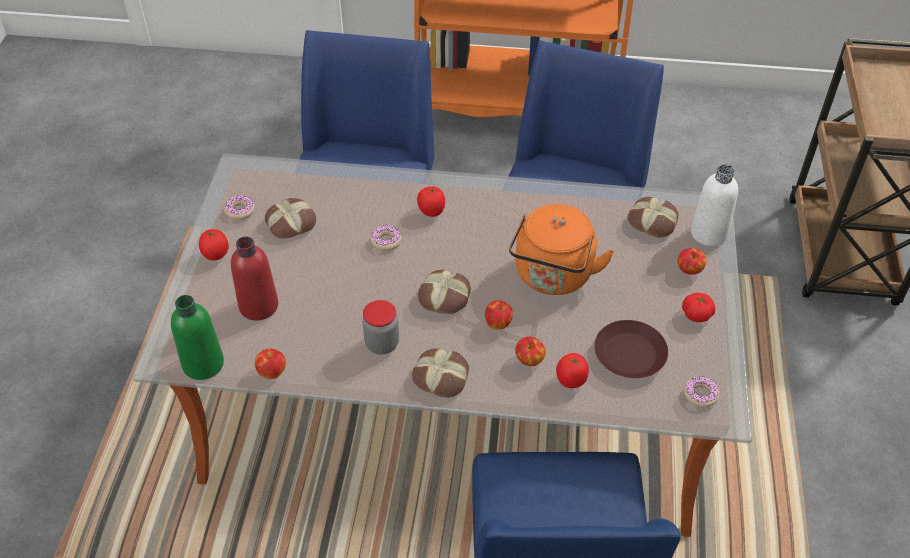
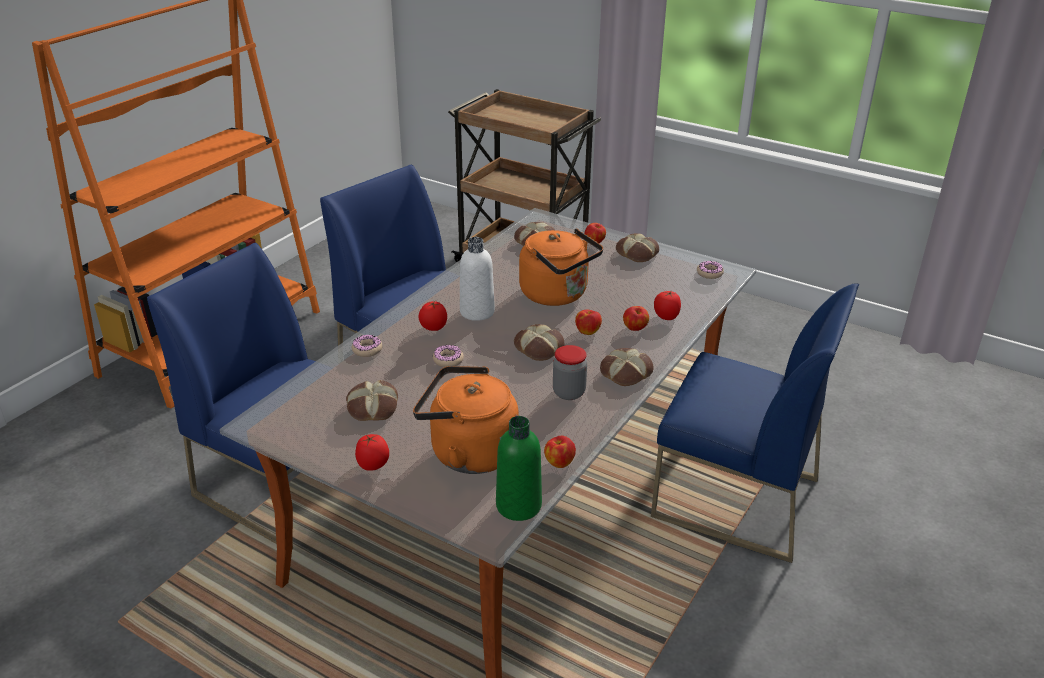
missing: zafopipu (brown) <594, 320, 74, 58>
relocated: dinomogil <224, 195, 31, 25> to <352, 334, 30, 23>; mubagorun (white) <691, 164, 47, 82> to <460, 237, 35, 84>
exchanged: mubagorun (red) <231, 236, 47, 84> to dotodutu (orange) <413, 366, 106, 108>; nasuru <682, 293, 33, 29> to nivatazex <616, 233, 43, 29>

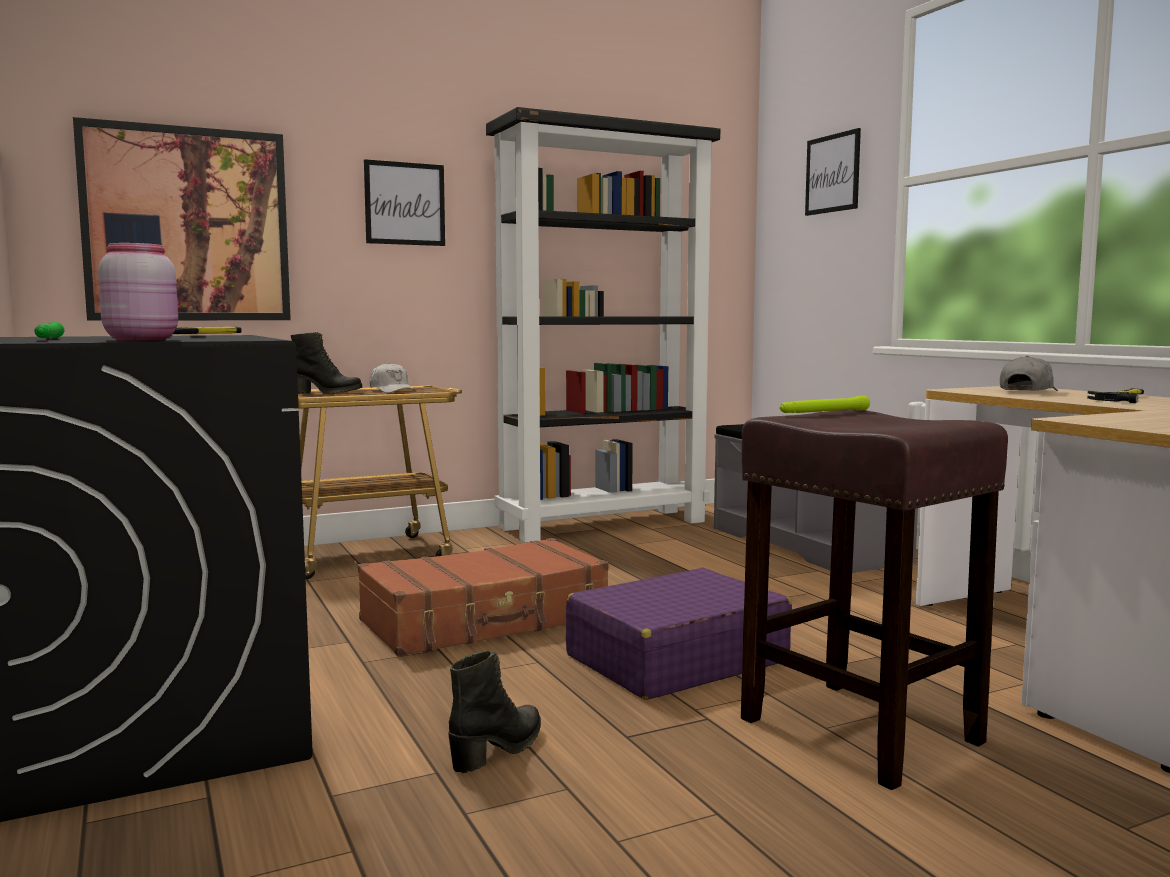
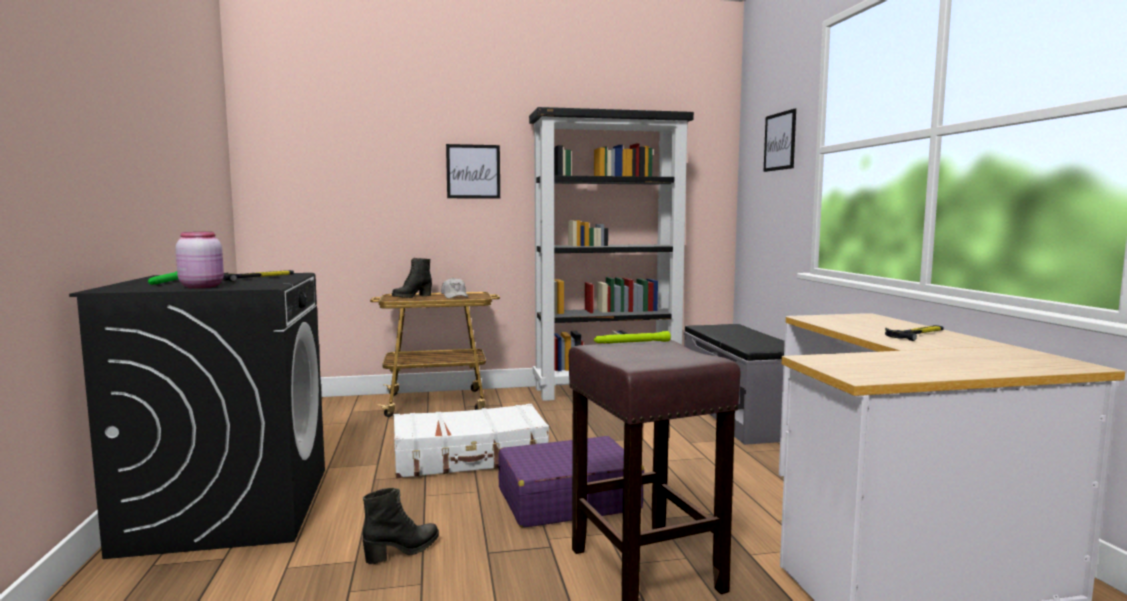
missing: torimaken <73, 117, 218, 204>; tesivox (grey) <1000, 356, 58, 35>
colour: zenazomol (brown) <358, 538, 251, 119> to zenazomol (white) <393, 404, 156, 74>
spun: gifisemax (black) <291, 332, 71, 62> = <392, 258, 40, 40> 120 degrees clockwise

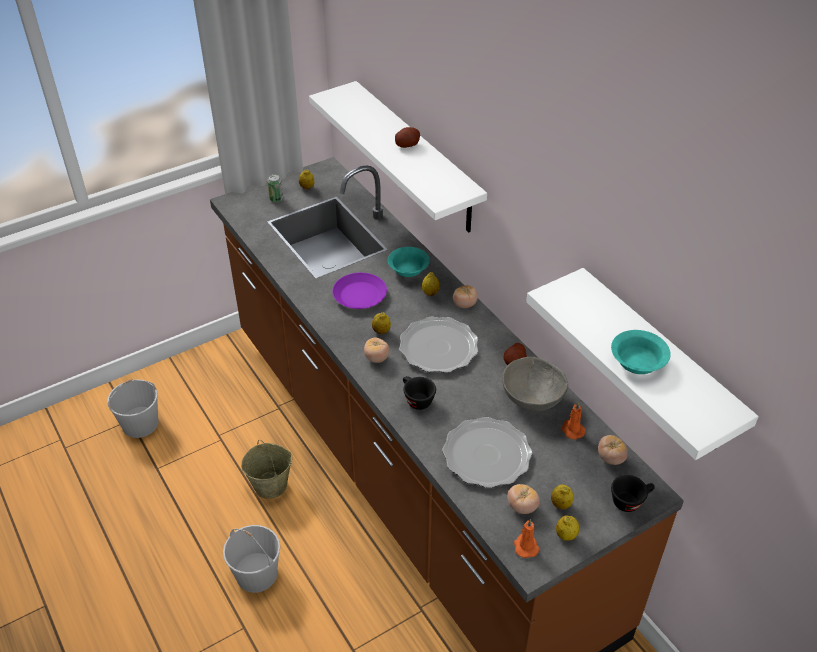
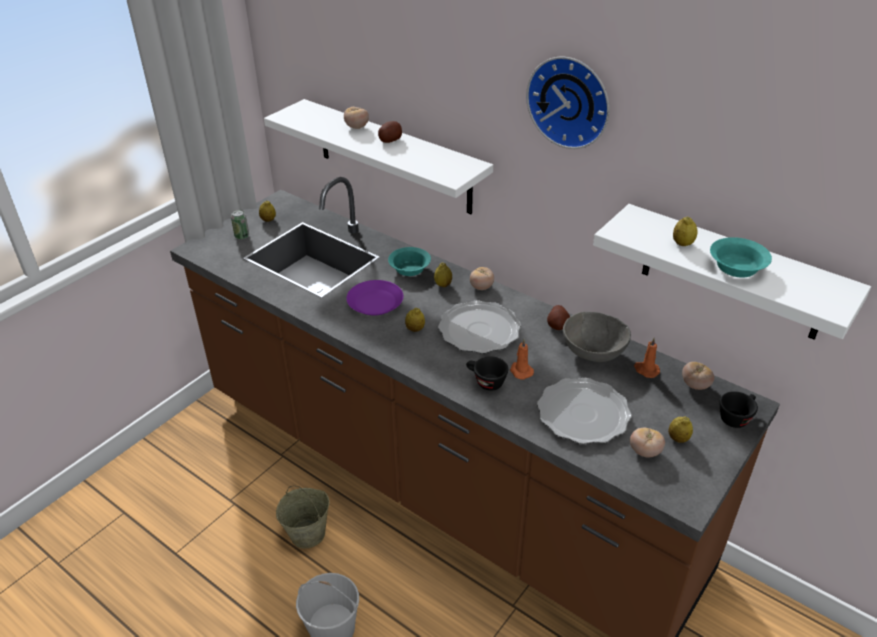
missing: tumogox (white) <107, 380, 52, 58>
appeared: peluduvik <526, 57, 83, 92>
relocated: nasuru <364, 337, 26, 26> to <344, 107, 25, 22>; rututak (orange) <514, 519, 25, 39> to <510, 340, 24, 40>; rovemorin <556, 515, 23, 26> to <673, 217, 25, 29>

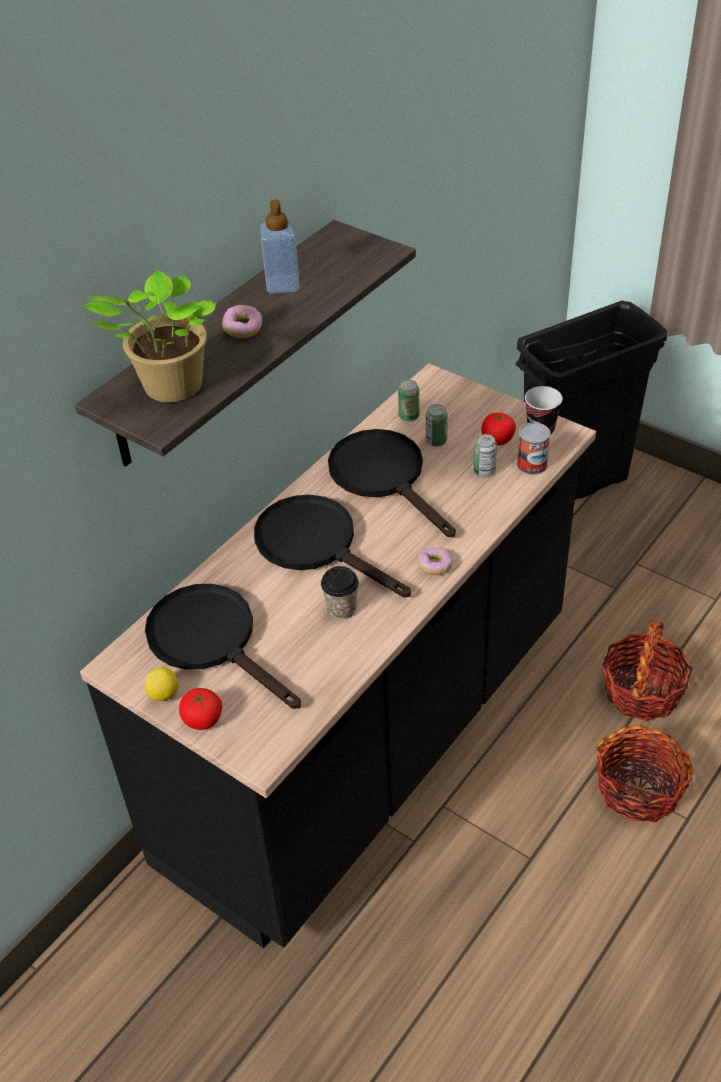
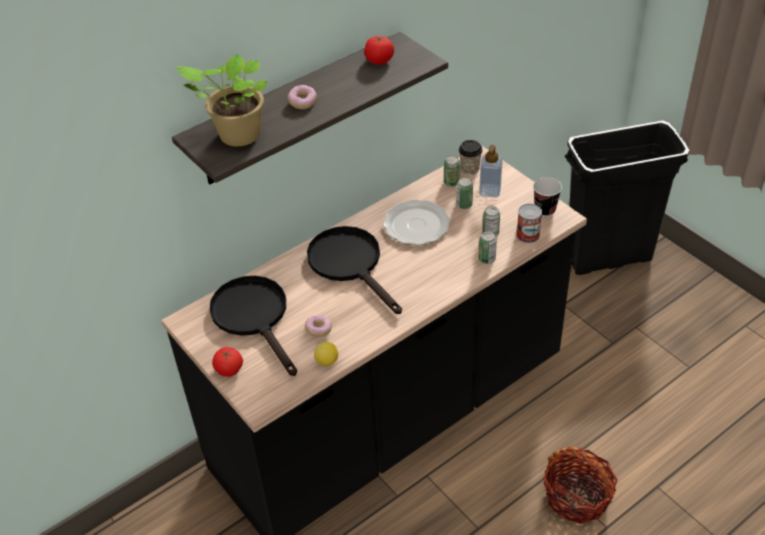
missing: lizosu <602, 622, 91, 99>
appeared: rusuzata <479, 231, 18, 33>
relocated: rovemorin <145, 667, 34, 34> to <314, 342, 24, 24>; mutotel <261, 199, 39, 95> to <479, 145, 24, 53>; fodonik <321, 566, 38, 54> to <459, 140, 24, 35>; dinomogil <417, 548, 36, 27> to <305, 315, 27, 22>; nasuru <482, 412, 34, 33> to <364, 36, 30, 28>
exchanged: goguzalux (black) <328, 429, 128, 108> to zafopipu <383, 200, 67, 45>

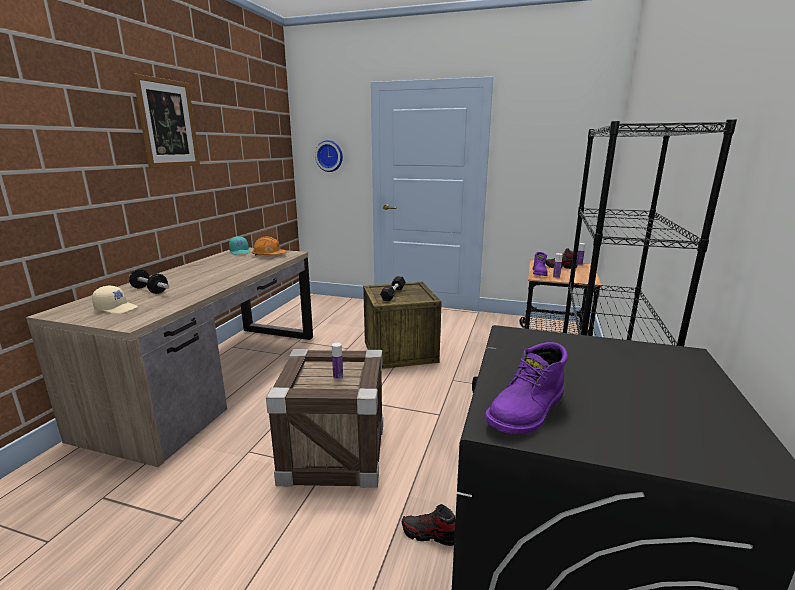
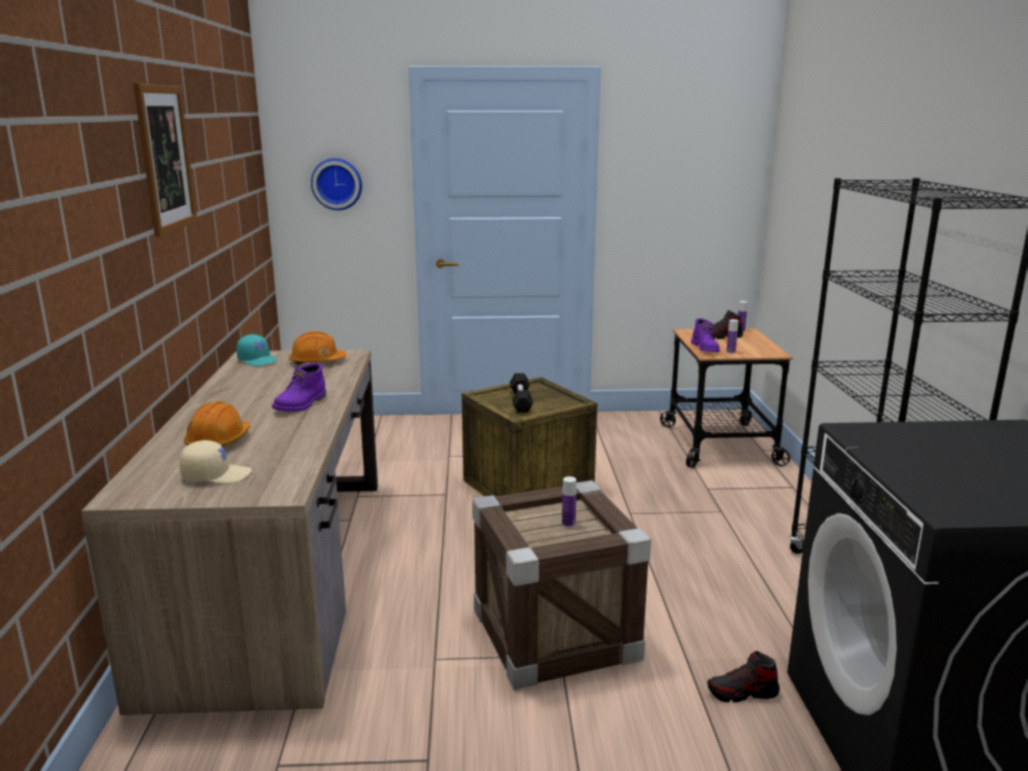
relocated: gifisemax (purple) <485, 342, 83, 92> to <272, 363, 54, 49>
exchanged: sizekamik <129, 269, 40, 25> to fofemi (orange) <184, 401, 66, 46>

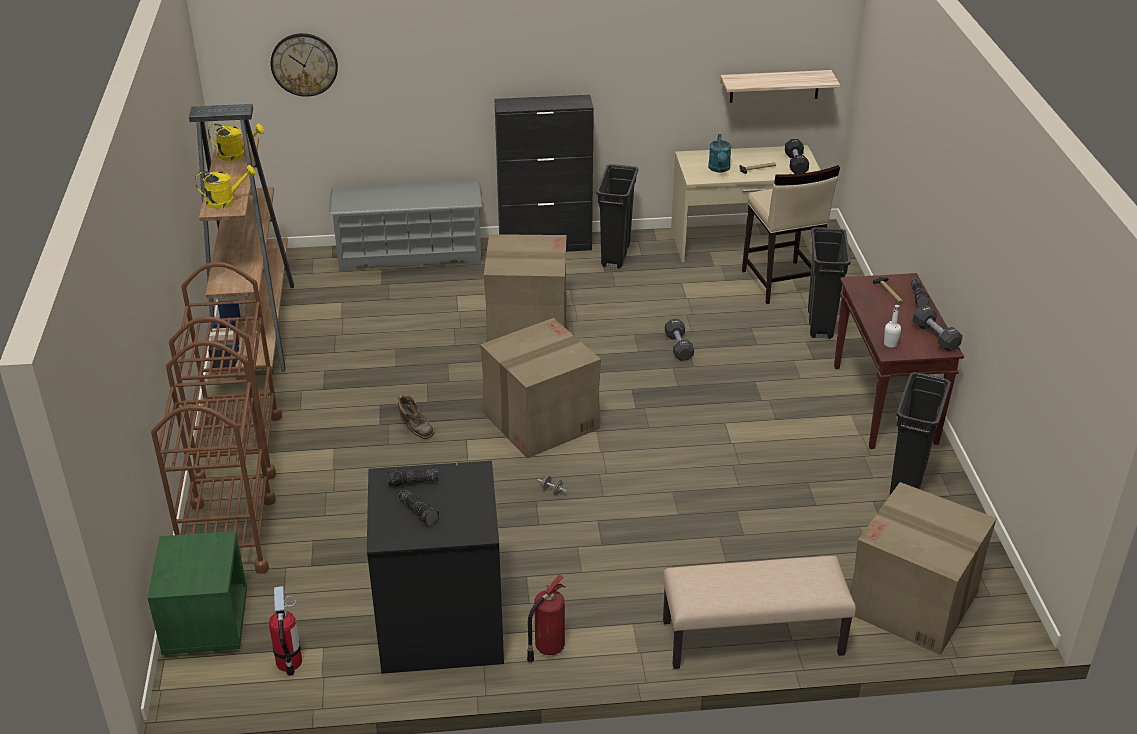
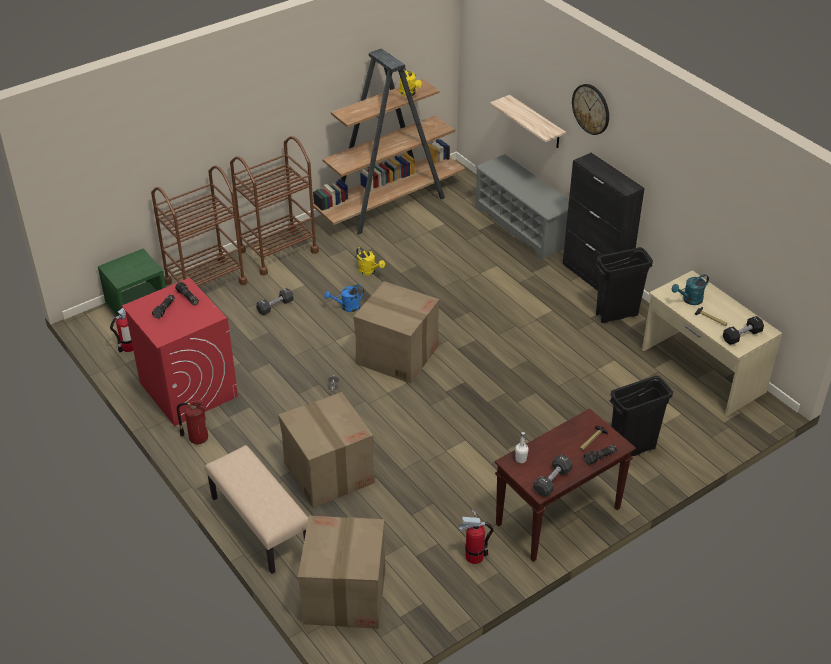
missing: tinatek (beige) <742, 165, 98, 139>
relocated: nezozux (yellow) <195, 165, 61, 44> to <356, 247, 29, 28>; peluduvik <271, 33, 67, 64> to <572, 84, 37, 51>; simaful <484, 234, 83, 108> to <278, 392, 97, 116>; sizekamik (black) <665, 319, 29, 42> to <256, 288, 37, 27>; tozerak <720, 70, 120, 33> to <490, 95, 76, 53>
exchanged: gifisemax (brown) <398, 395, 37, 44> to nezozux (blue) <325, 284, 39, 28>; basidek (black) <890, 372, 61, 123> to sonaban <459, 509, 35, 55>
colour: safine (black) <367, 461, 137, 213> to safine (red) <122, 278, 116, 148>

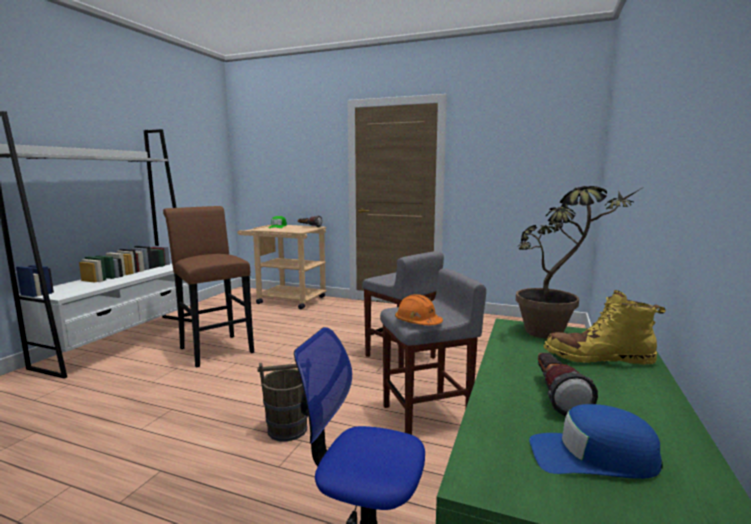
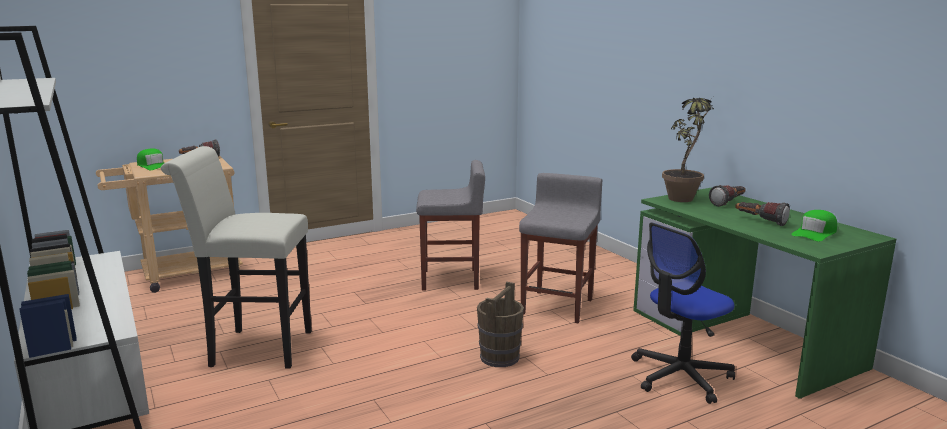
missing: fofemi (orange) <395, 294, 48, 31>
exchanged: gifisemax (yellow) <543, 290, 123, 75> to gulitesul <709, 185, 37, 22>
colour: tinatek (brown) <163, 206, 91, 162> to tinatek (white) <161, 146, 151, 223>; tesivox (blue) <529, 404, 134, 75> to tesivox (green) <791, 210, 46, 31>

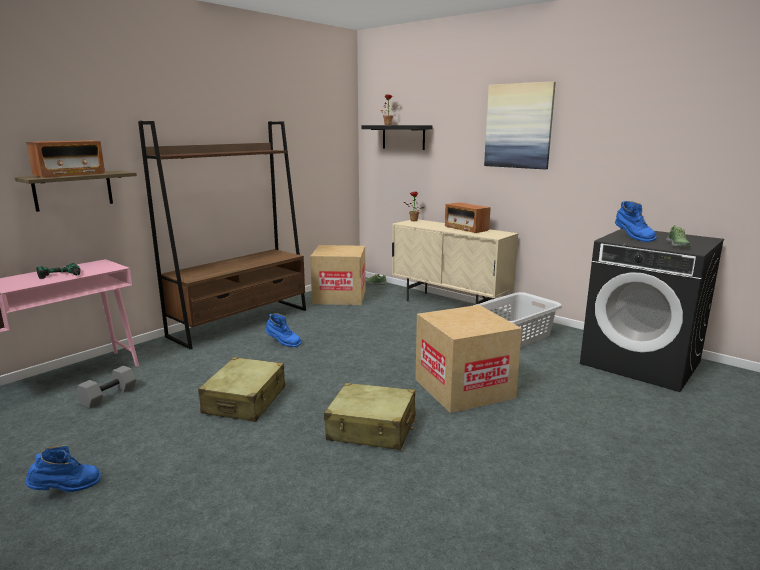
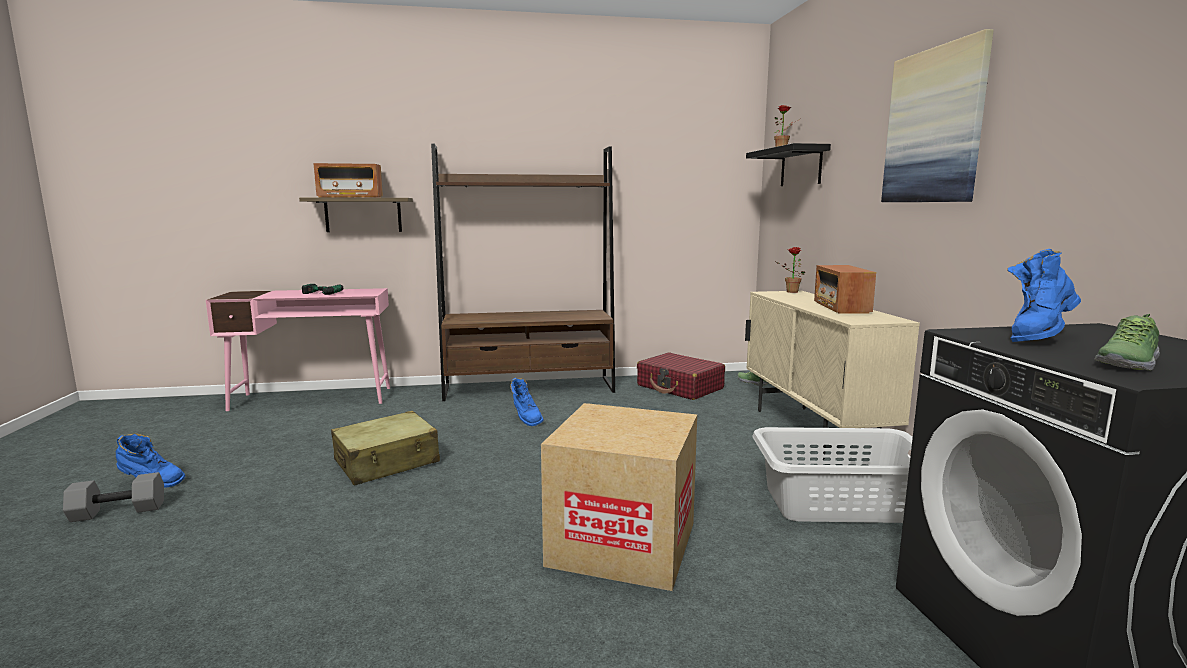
missing: zenazomol (beige) <324, 383, 92, 67>
relocated: sizekamik (grey) <76, 366, 60, 43> to <63, 472, 101, 50>
exchanged: simaful <310, 245, 56, 60> to zenazomol (red) <637, 352, 88, 48>
spun: gifisemax (blue) <615, 200, 42, 42> = <1007, 249, 74, 93> 45 degrees clockwise

